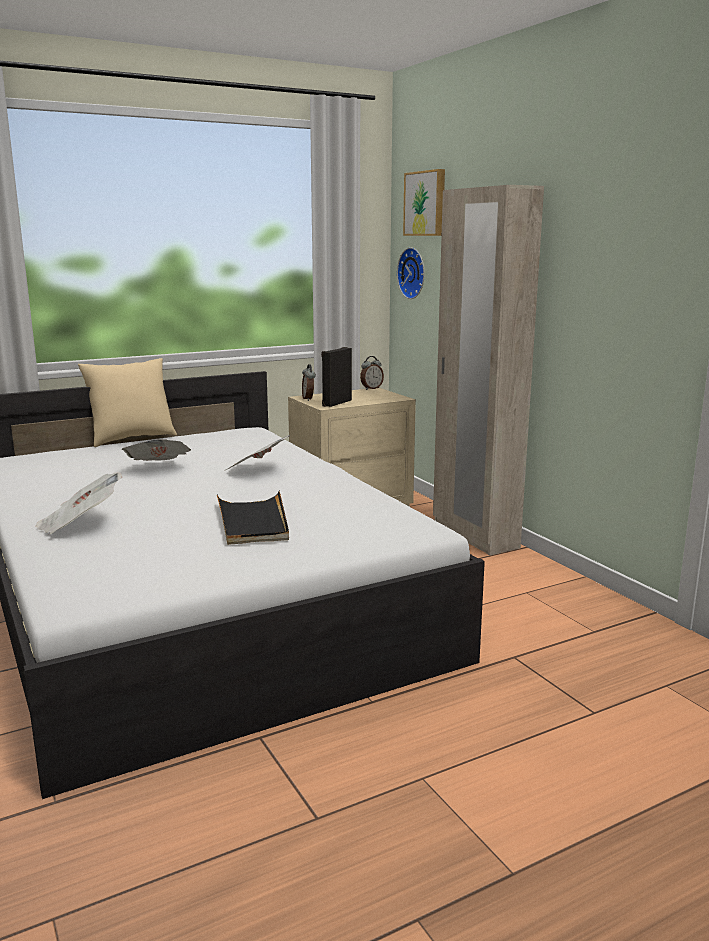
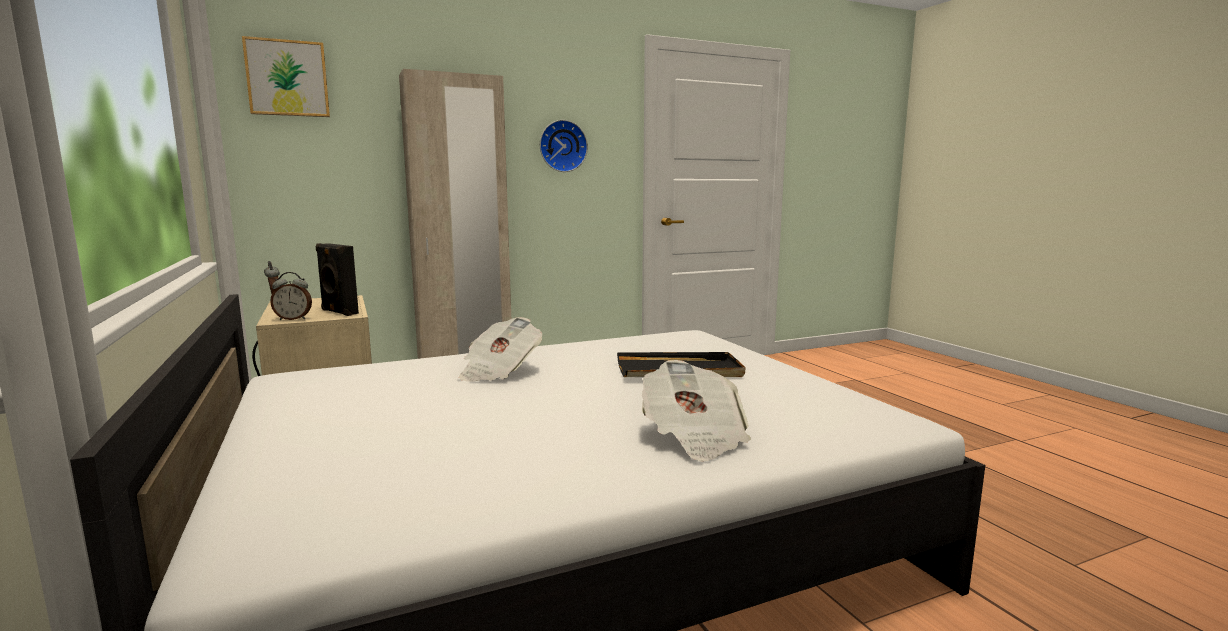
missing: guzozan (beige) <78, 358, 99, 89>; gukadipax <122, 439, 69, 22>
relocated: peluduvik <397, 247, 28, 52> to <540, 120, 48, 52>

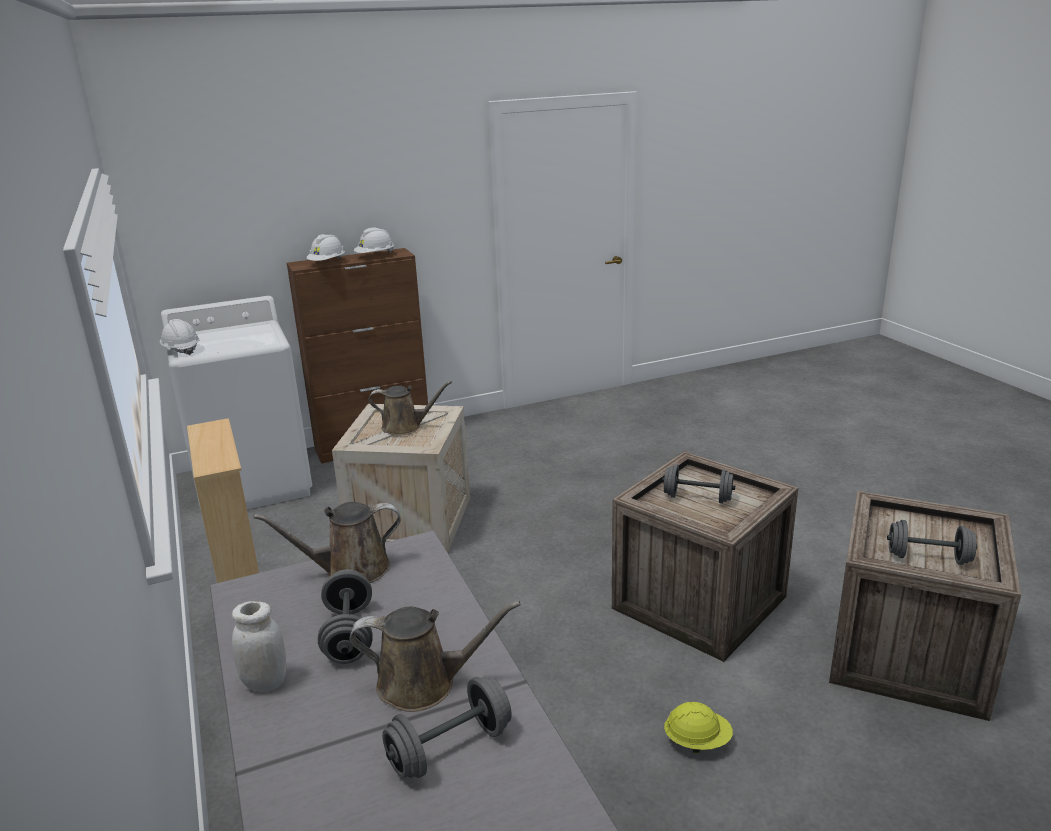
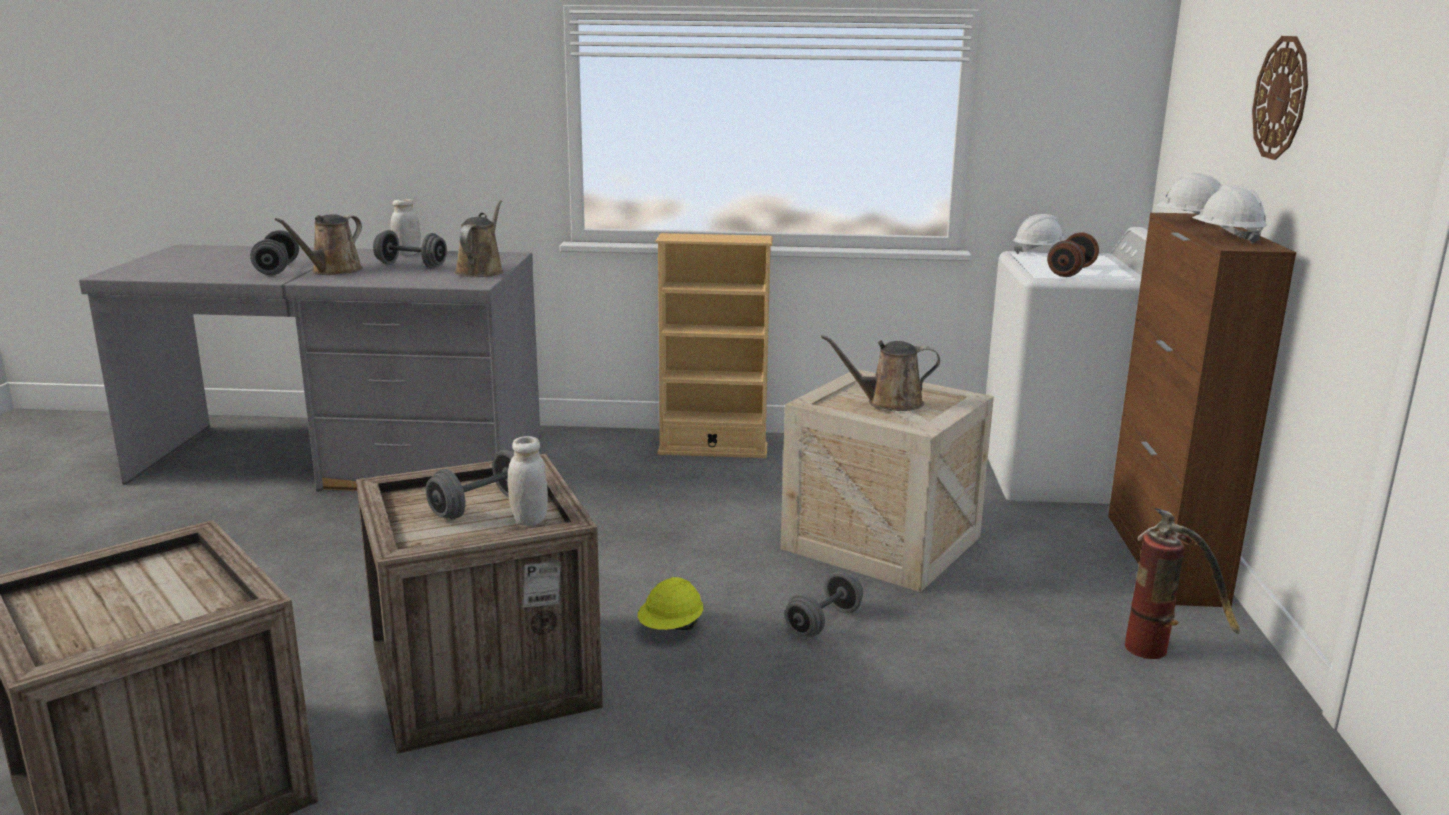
appeared: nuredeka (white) <508, 436, 40, 90>; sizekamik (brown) <1047, 233, 52, 44>; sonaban <1125, 508, 115, 151>; peluduvik <1252, 36, 56, 124>
relocated: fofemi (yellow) <664, 702, 69, 51> to <638, 577, 66, 53>; sizekamik (grey) <887, 520, 90, 45> to <785, 571, 78, 66>
spun: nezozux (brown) <368, 381, 84, 55> = <821, 335, 119, 76> 60 degrees clockwise

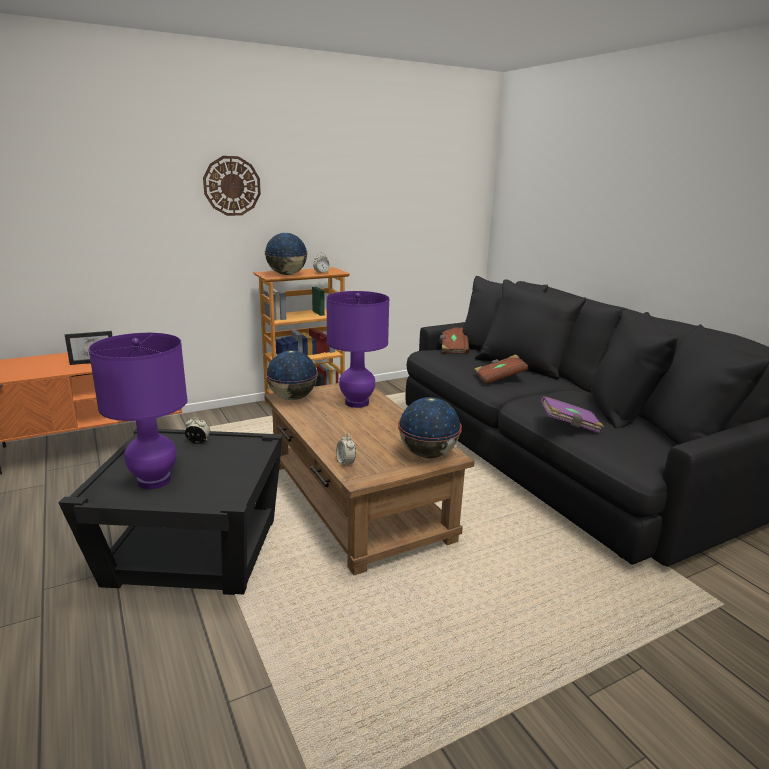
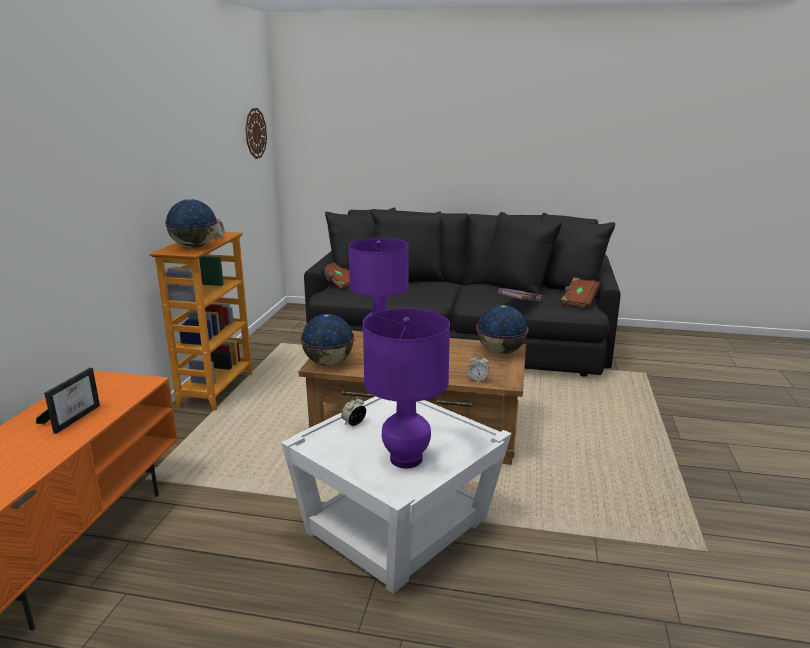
relocated: peluduvik <203, 156, 58, 60> to <245, 108, 22, 51>; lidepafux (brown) <475, 355, 53, 29> to <561, 278, 39, 30>
colour: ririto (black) <58, 429, 225, 166> to ririto (white) <281, 396, 231, 198>

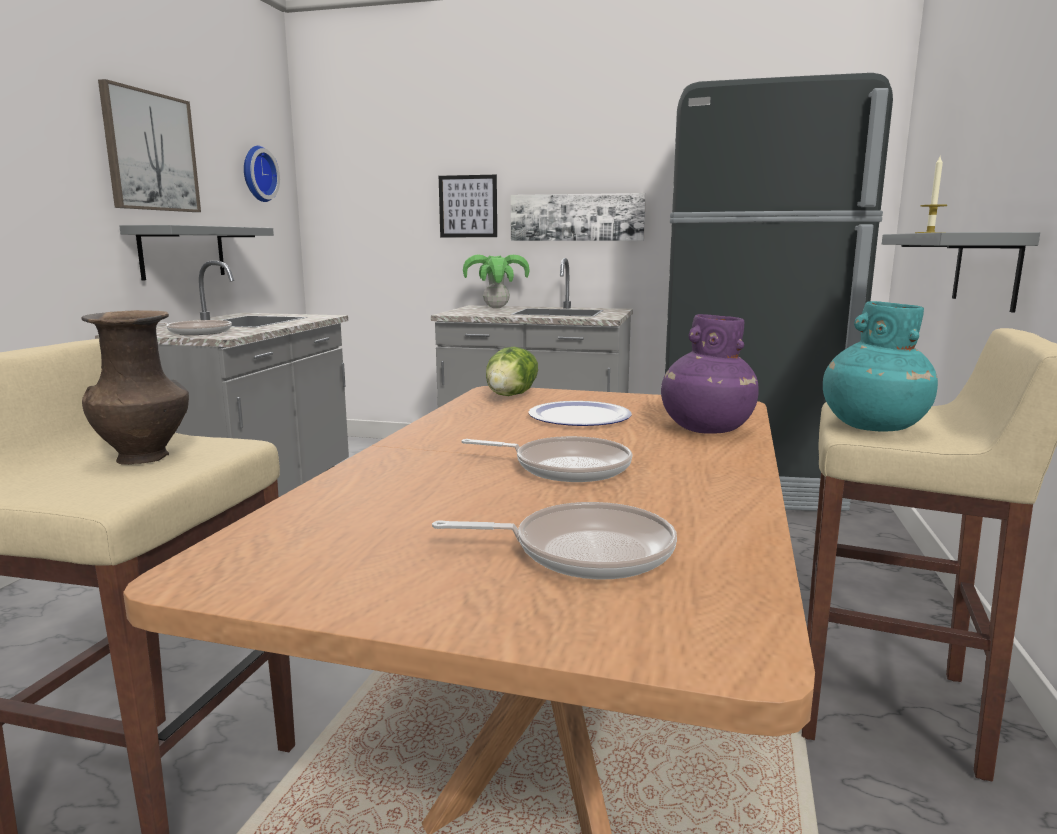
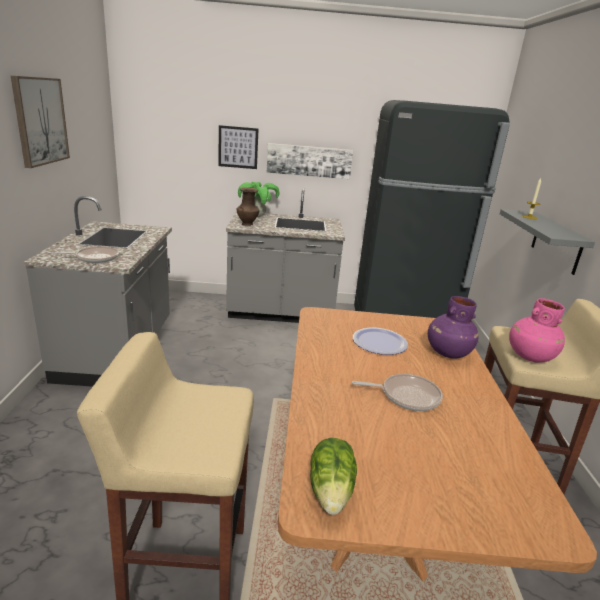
missing: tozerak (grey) <119, 225, 155, 56>; peluduvik <244, 146, 36, 56>; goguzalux <432, 502, 245, 78>
relocated: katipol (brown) <82, 310, 107, 155> to <237, 187, 23, 39>; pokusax <486, 347, 52, 49> to <310, 438, 47, 77>
colour: katipol (turquoise) <823, 301, 115, 130> to katipol (pink) <509, 298, 56, 65>

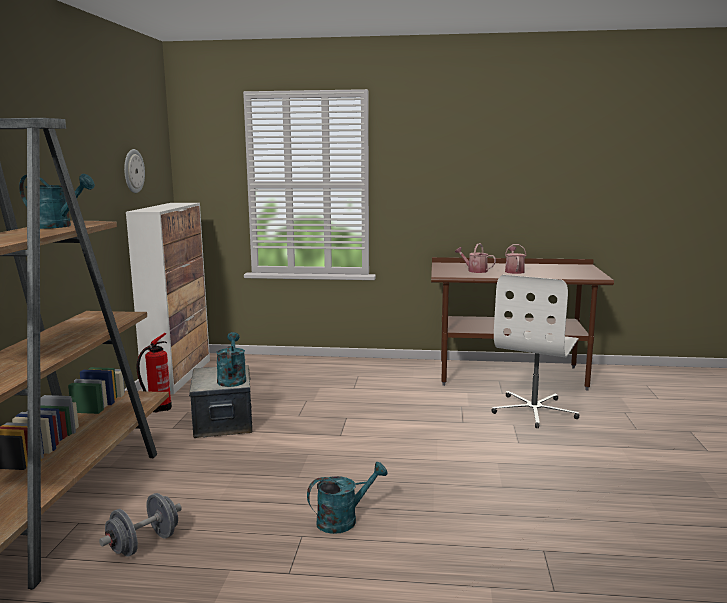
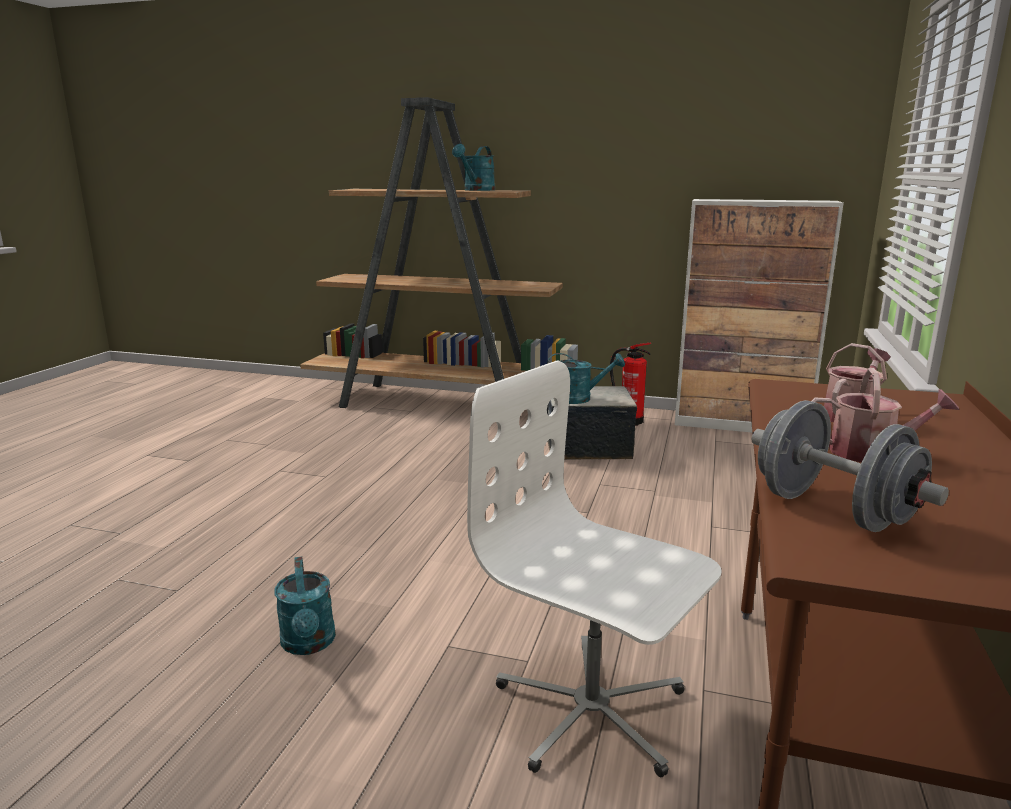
missing: peluduvik <124, 149, 21, 44>
relocated: sizekamik (grey) <99, 493, 83, 64> to <752, 400, 197, 132>; nezozux (turquoise) <307, 462, 81, 72> to <274, 556, 62, 99>

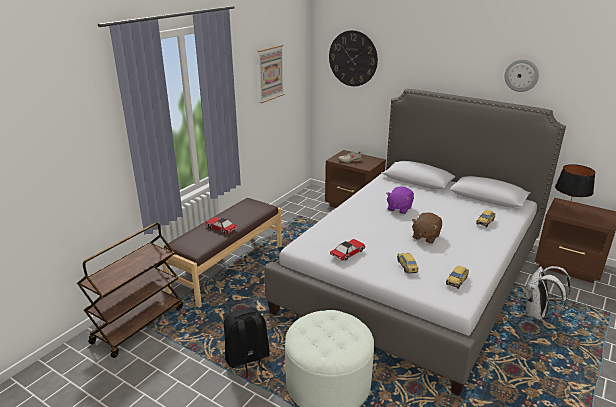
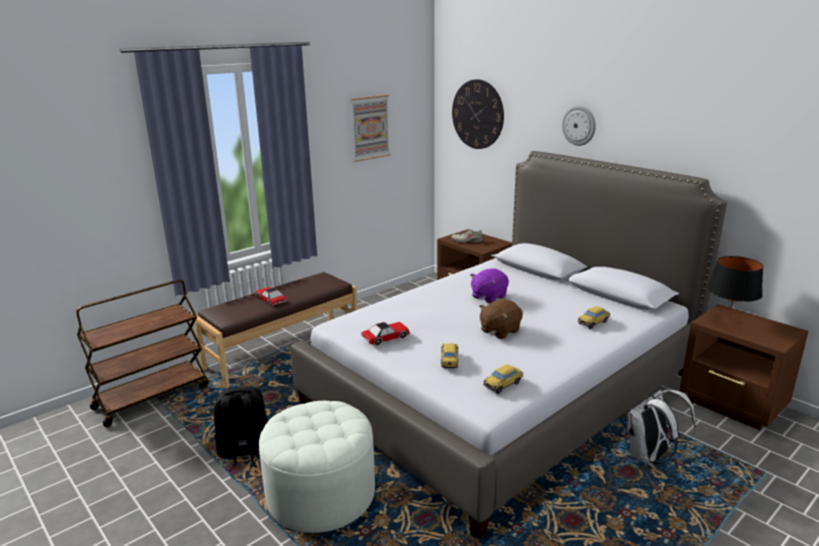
relocated: peluduvik <504, 59, 35, 33> to <562, 106, 34, 40>

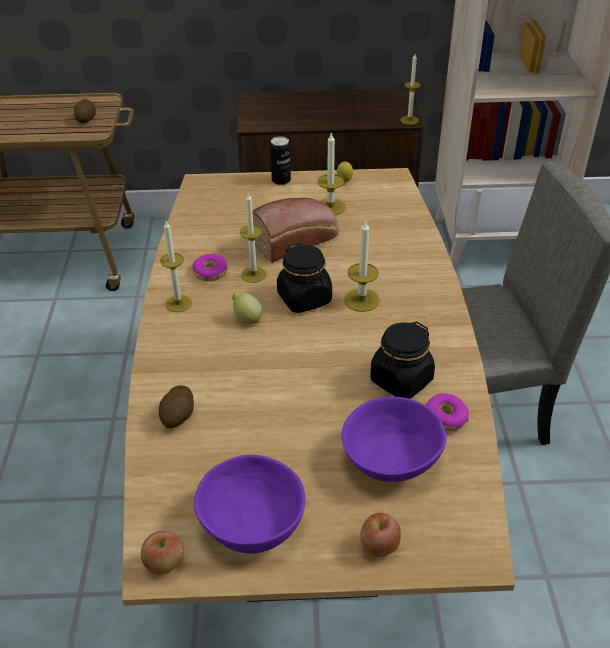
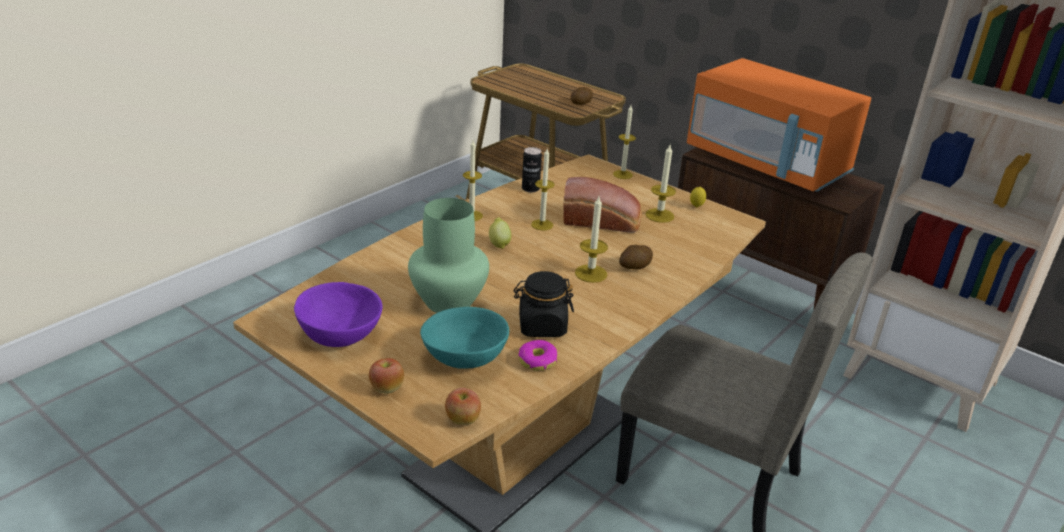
missing: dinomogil <193, 253, 35, 28>; nuredeka (black) <277, 243, 55, 70>
appeared: katipol (green) <408, 198, 81, 115>; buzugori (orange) <687, 58, 184, 134>
relocated: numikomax <141, 531, 43, 44> to <445, 388, 36, 37>; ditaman <159, 385, 35, 43> to <619, 245, 34, 25>; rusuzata <270, 136, 21, 49> to <522, 147, 20, 45>; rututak <400, 54, 21, 71> to <613, 105, 23, 74>
colour: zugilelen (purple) <341, 397, 105, 85> to zugilelen (turquoise) <420, 307, 89, 62>

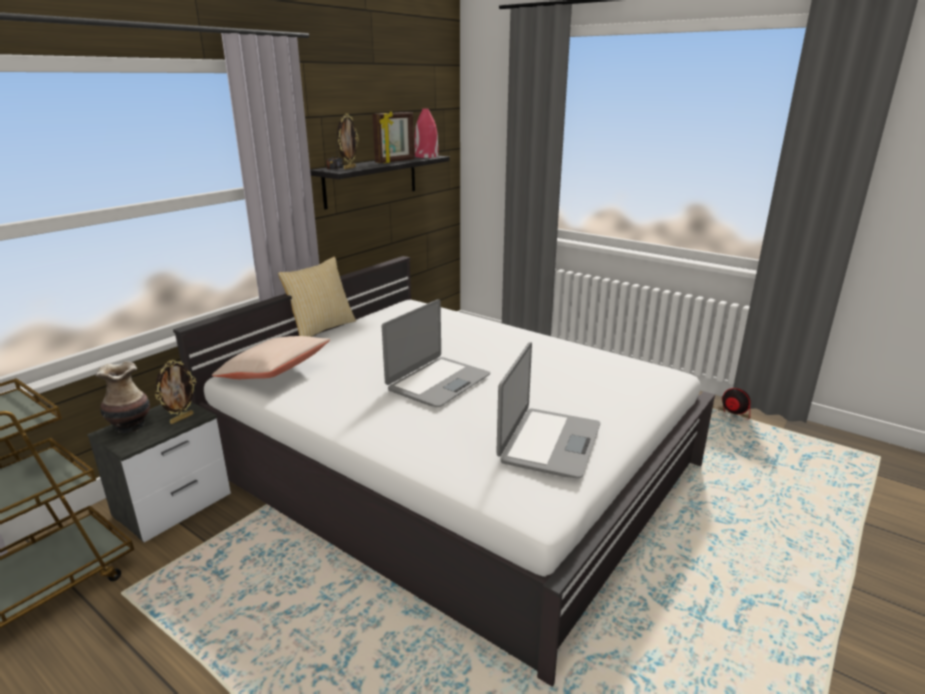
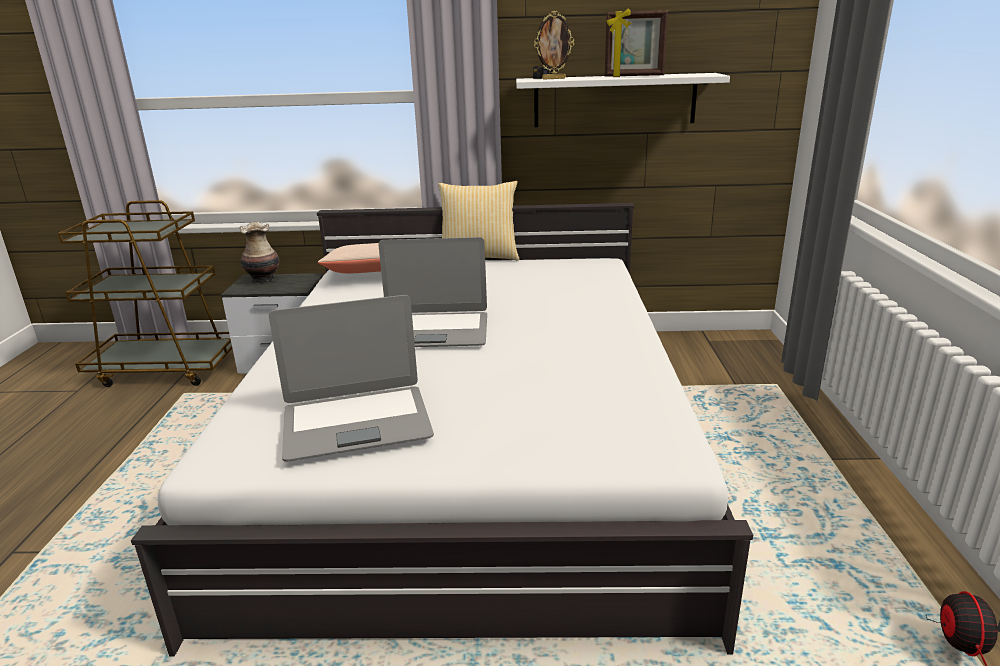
missing: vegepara <155, 360, 41, 64>; katipol (red) <415, 108, 23, 50>
colour: tozerak (black) <310, 155, 140, 54> to tozerak (white) <516, 73, 214, 54>

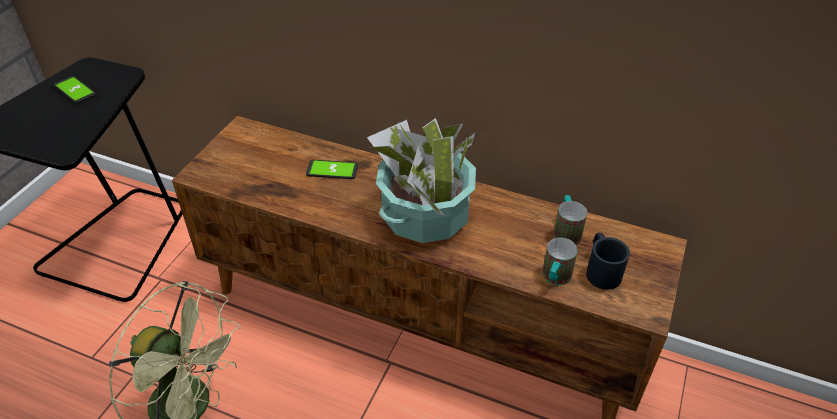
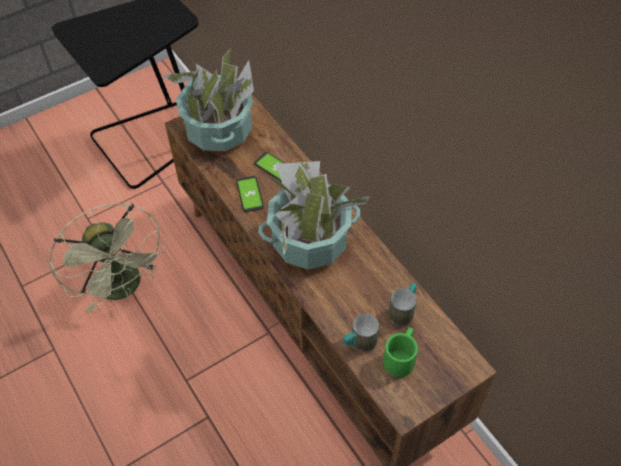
appeared: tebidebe <161, 48, 93, 103>
relocated: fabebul <54, 76, 42, 28> to <236, 176, 28, 36>
colour: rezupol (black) <586, 233, 44, 57> to rezupol (green) <383, 327, 35, 50>

